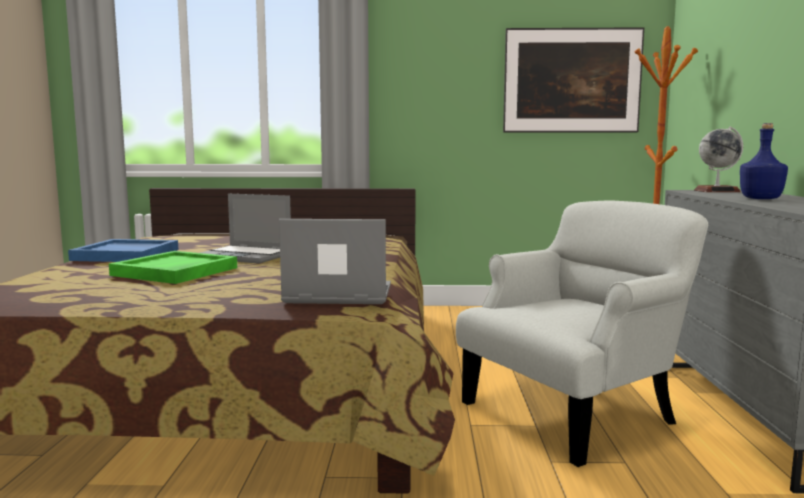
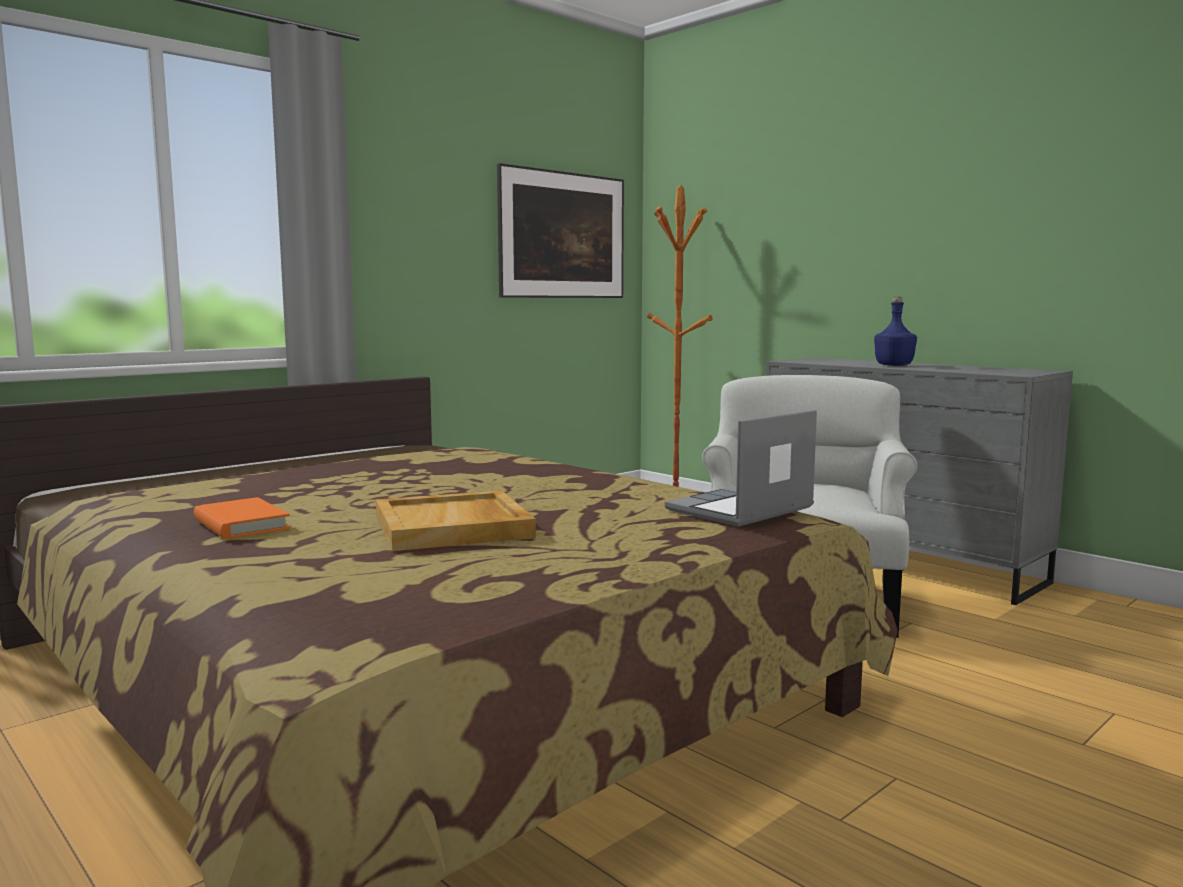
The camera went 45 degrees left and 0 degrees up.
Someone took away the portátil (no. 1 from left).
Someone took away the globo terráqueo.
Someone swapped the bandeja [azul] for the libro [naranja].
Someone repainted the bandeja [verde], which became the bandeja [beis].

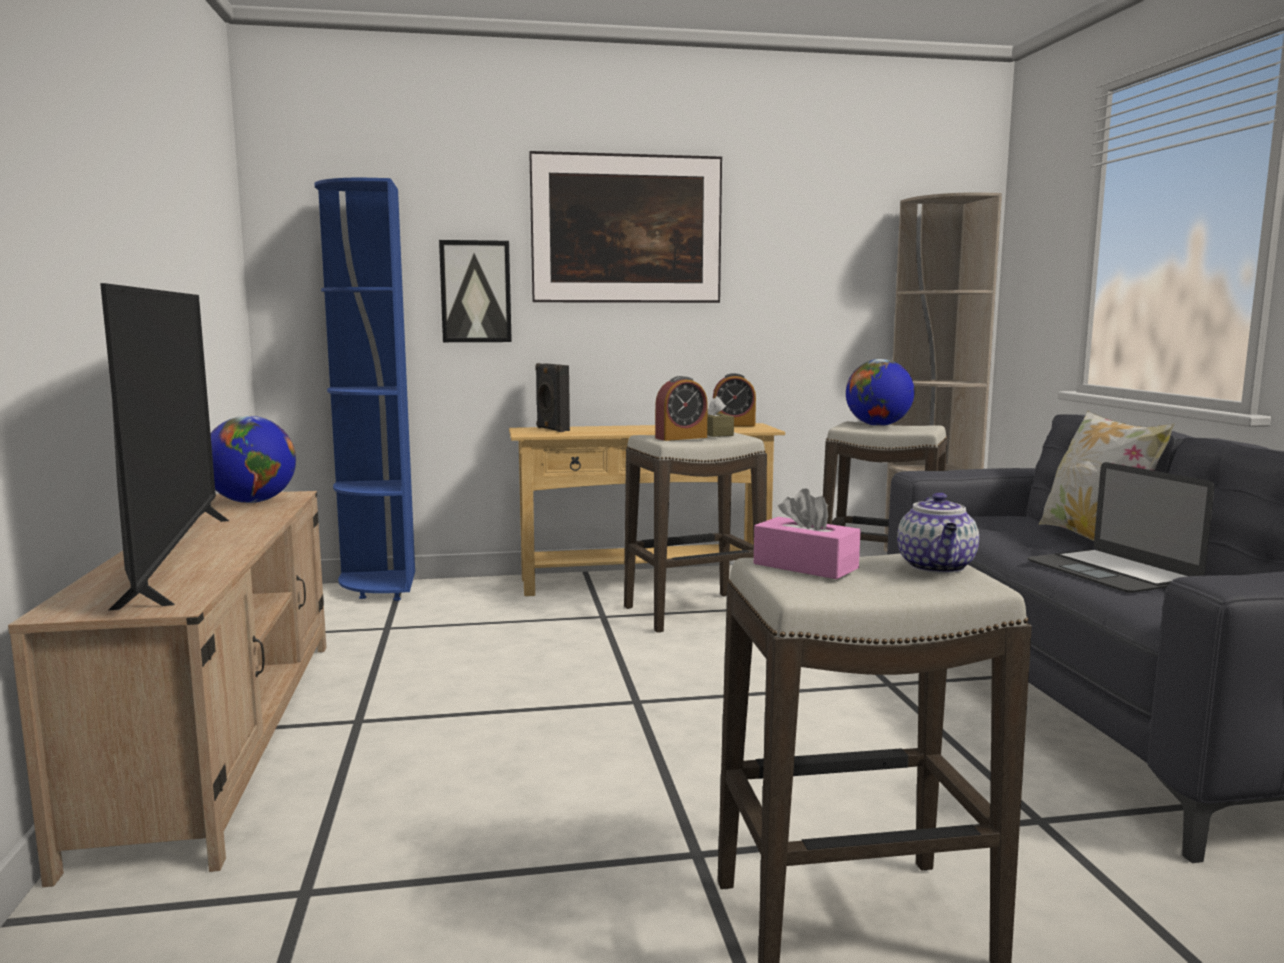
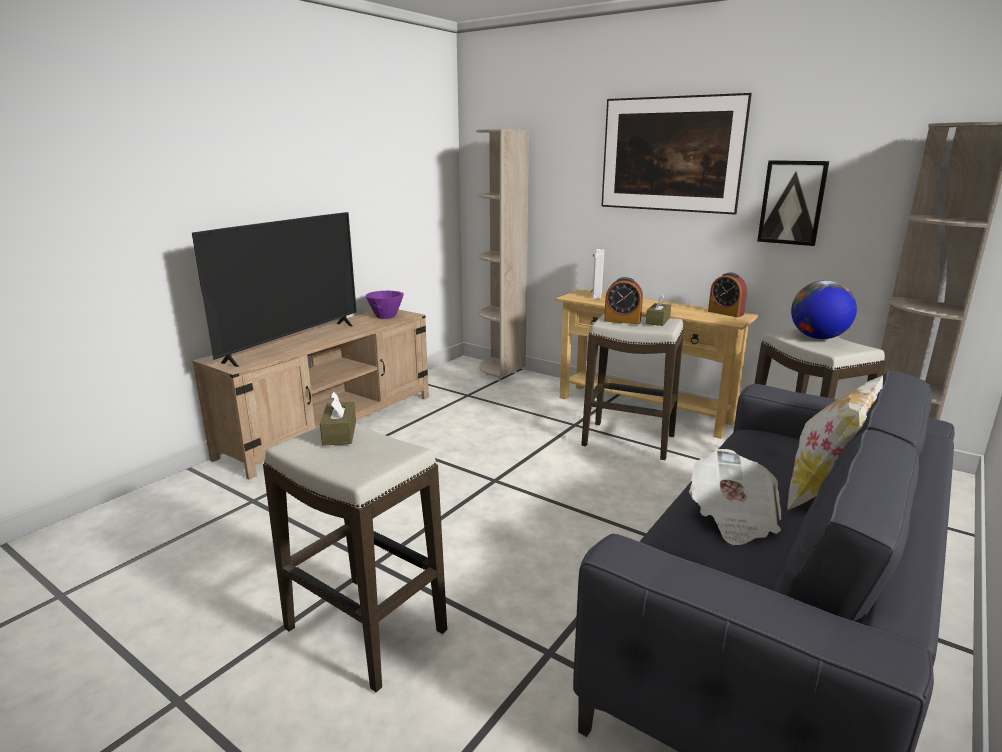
The camera went 45 degrees right and 10 degrees up.
Someone took away the tetera.
Someone carried the cuadro (no. 1 from left in the first image).
Someone swapped the globo terráqueo (no. 1 from left) for the cuenco [morado].
Someone swapped the portátil for the periódico.
Someone repainted the estantería [azul], which became the estantería [beis] (no. 1 from left).
Someone repainted the altavoz [negro], which became the altavoz [blanco].
Someone repainted the caja de pañuelos [rosa], which became the caja de pañuelos [marrón] (no. 1 from left).

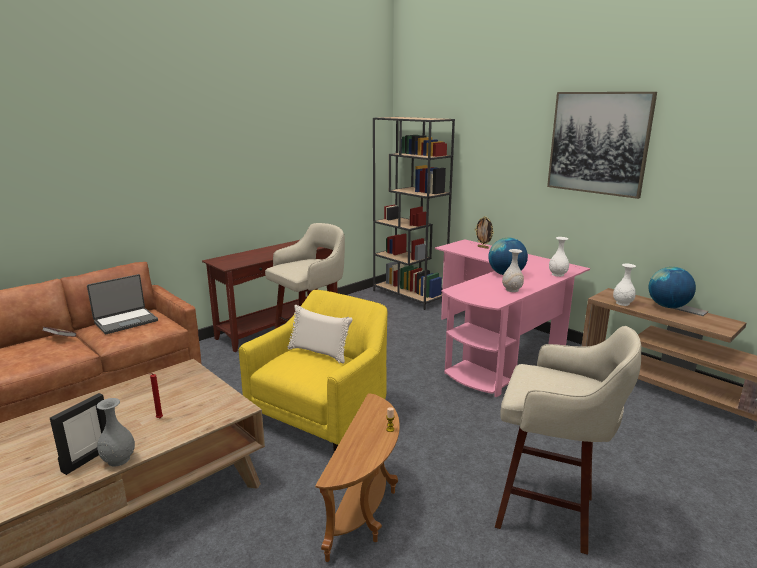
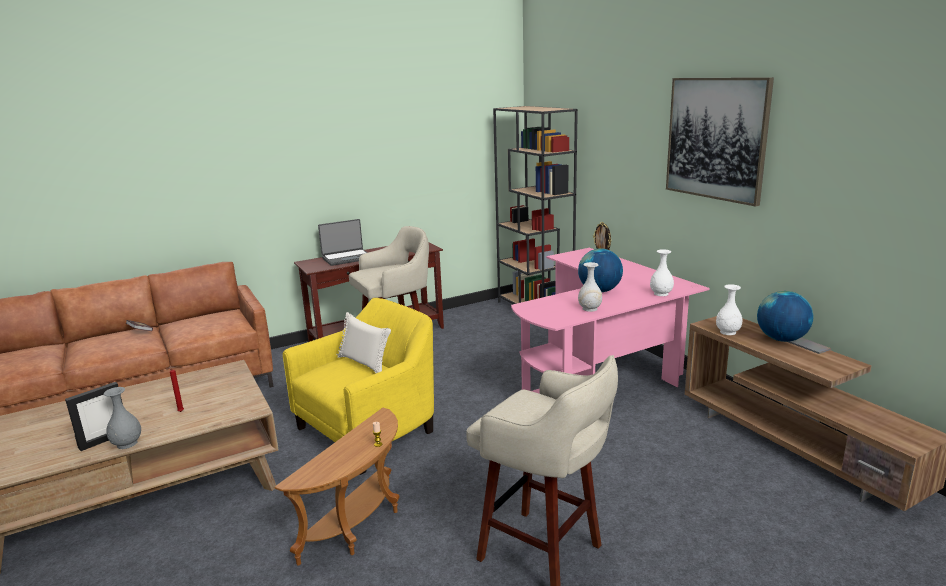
The camera went 15 degrees right and 0 degrees up.
Someone carried the portátil.

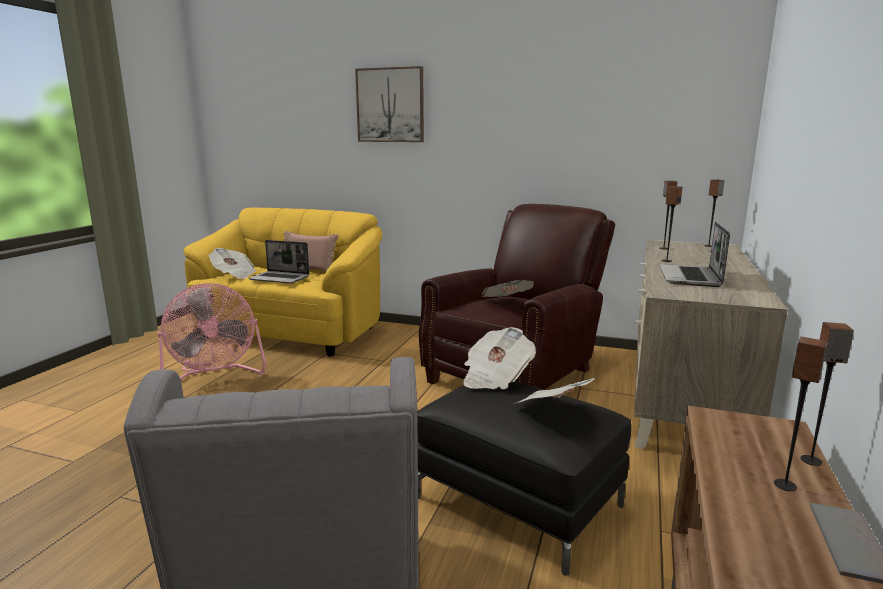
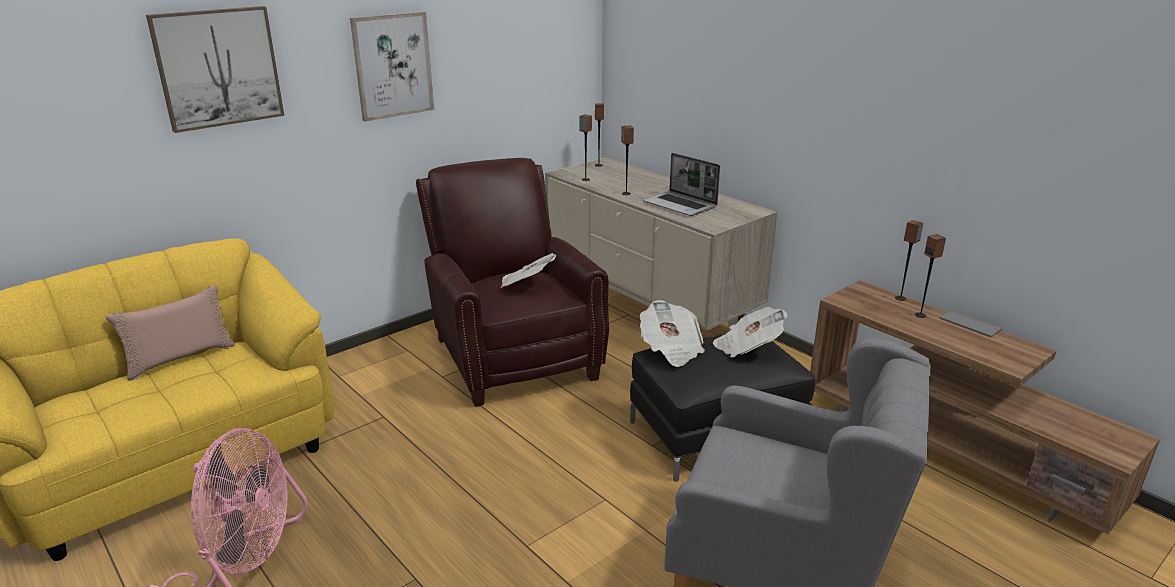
The camera went 60 degrees left and 10 degrees up.
Someone took away the periódico (no. 1 from left).
Someone took away the portátil (no. 1 from left).
Someone put up the cuadro (no. 2 from left).

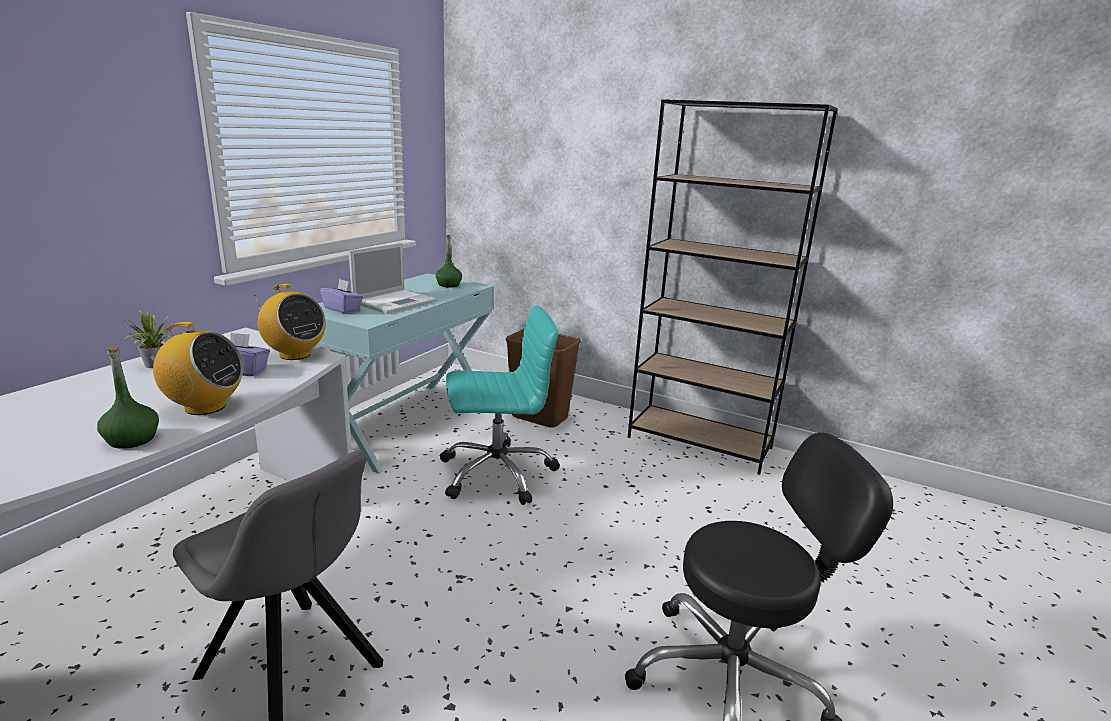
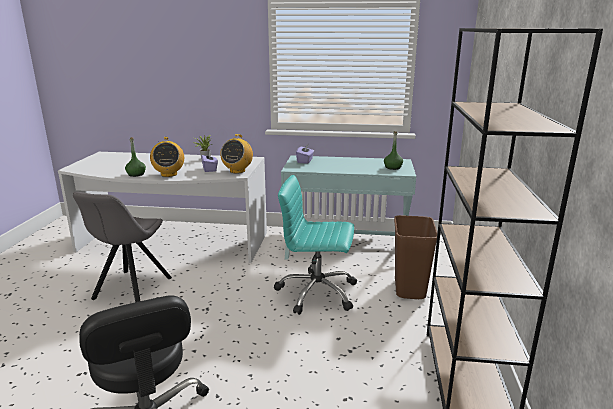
The camera went 70 degrees right and 0 degrees up.
Someone took away the portátil.
Someone rotated the silla de oficina [turquesa] by 135 degrees clockwise.

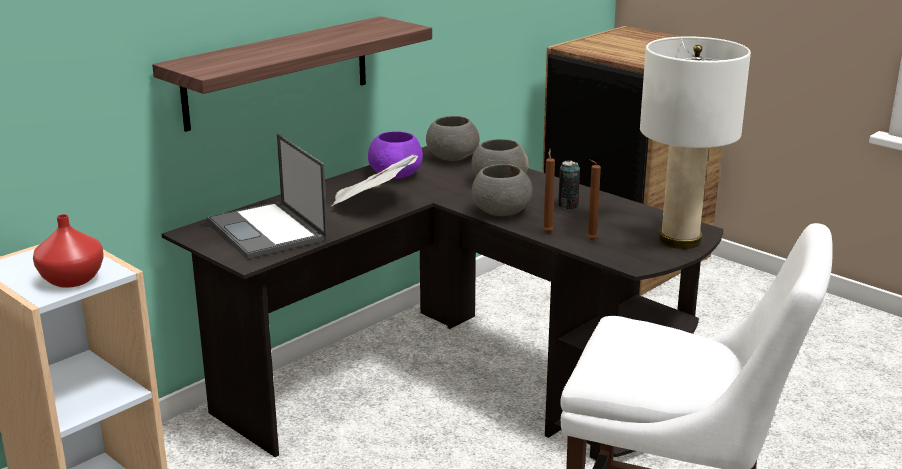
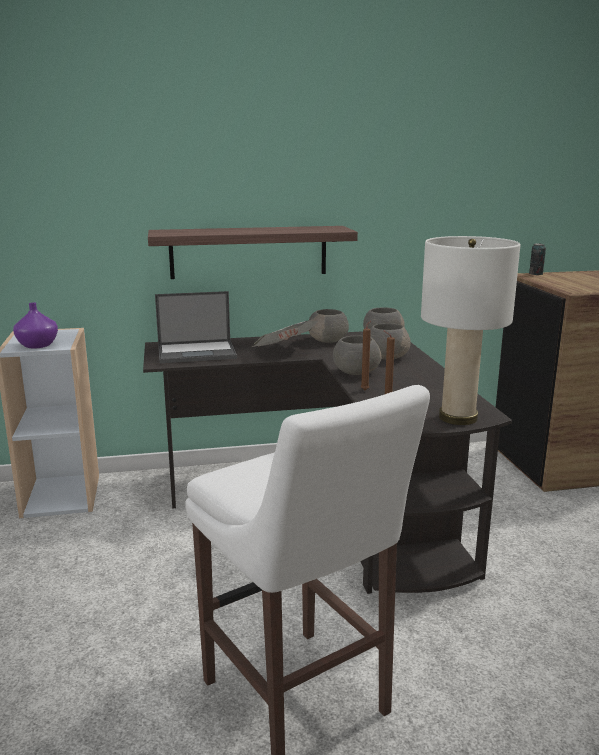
The camera went 35 degrees right and 5 degrees down.
Someone carried the lata.
Someone repainted the florero [rojo], which became the florero [morado].
Someone repainted the cuenco [morado], which became the cuenco [gris] (no. 1 from left).
Someone rotated the portátil by 105 degrees counterclockwise.

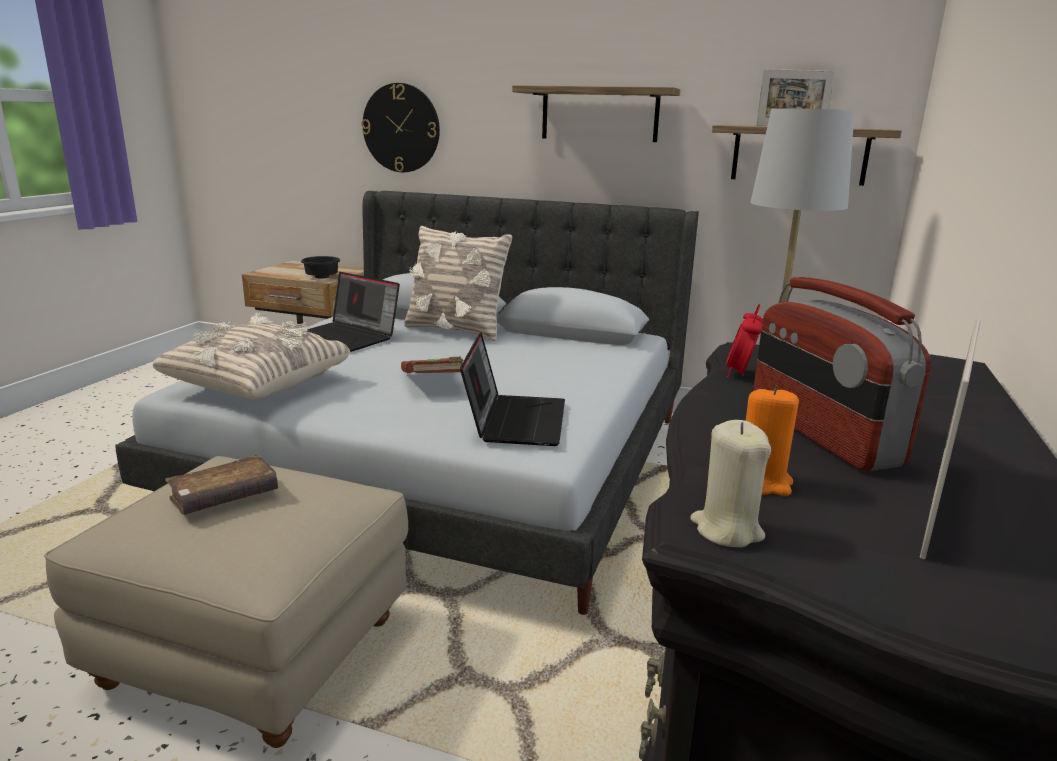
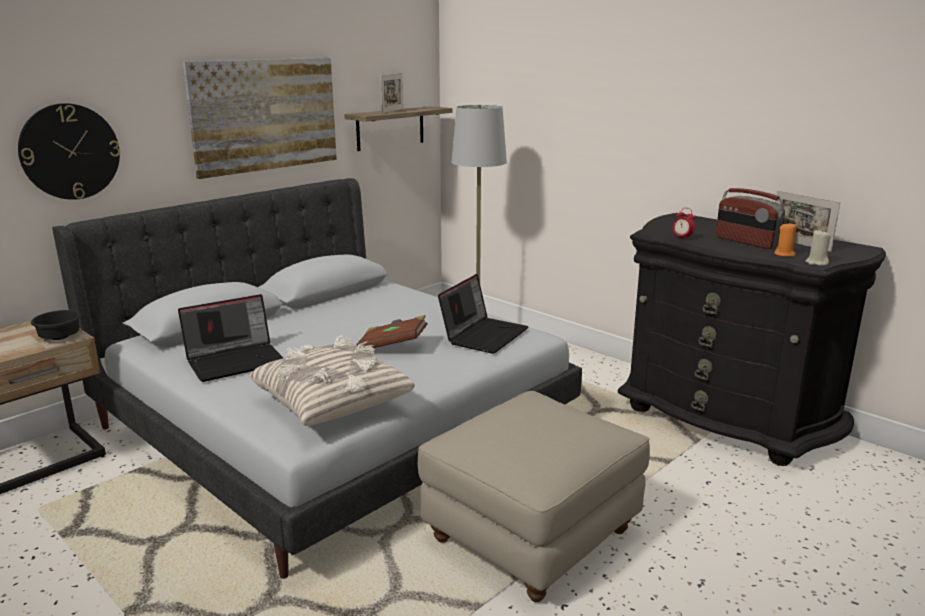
The camera went 65 degrees left and 0 degrees up.
Someone took away the libro [marrón] (no. 1 from left).
Someone took away the cojín [beis] (no. 2 from left).
Someone swapped the estante (no. 1 from left) for the cuadro.
Someone rotated the portátil (no. 2 from left) by 90 degrees clockwise.
Someone rotated the radio by 45 degrees clockwise.

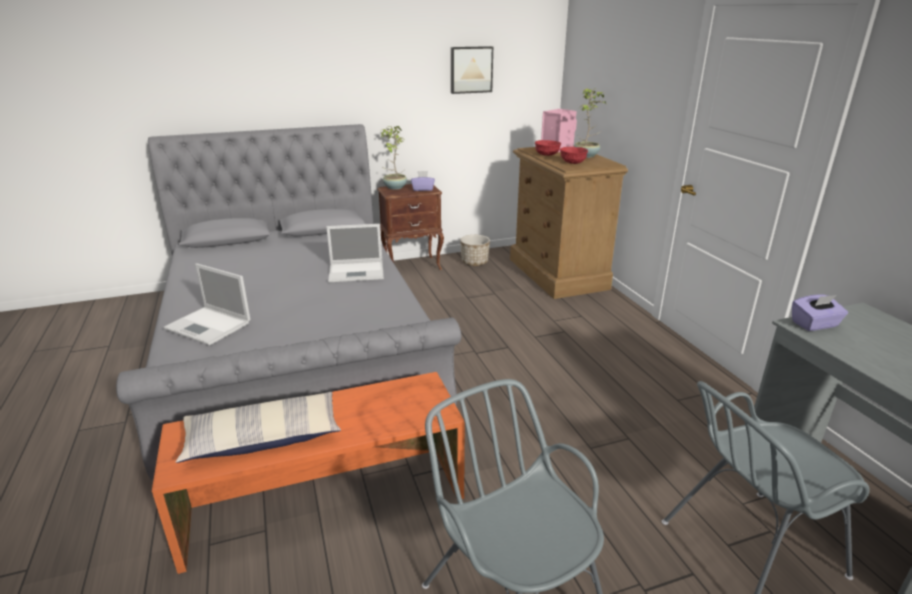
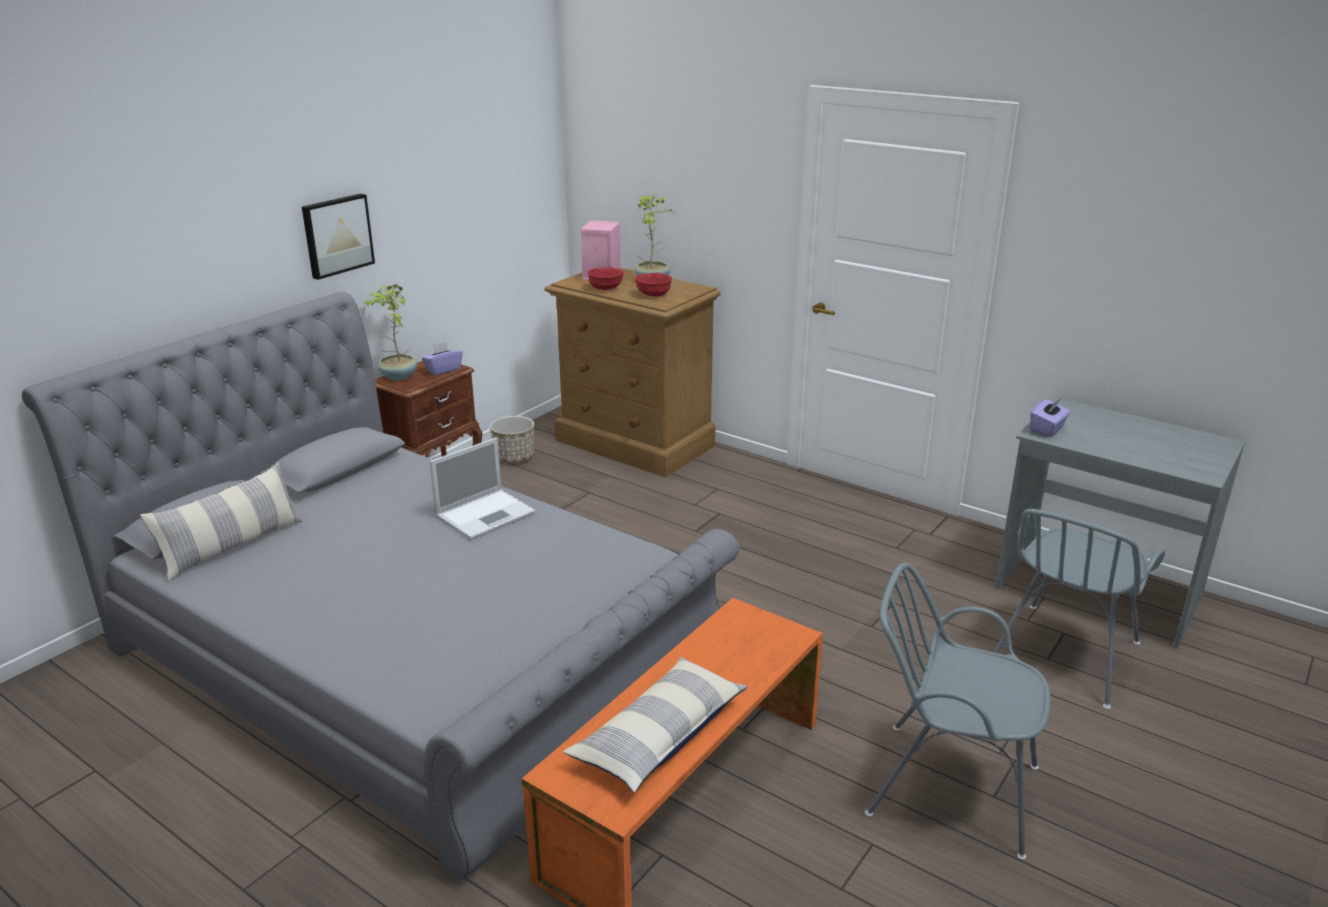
The camera went 35 degrees left and 0 degrees up.
Someone took away the portátil (no. 1 from left).
Someone put down the cojín (no. 1 from left).
Someone carried the cuadro.

